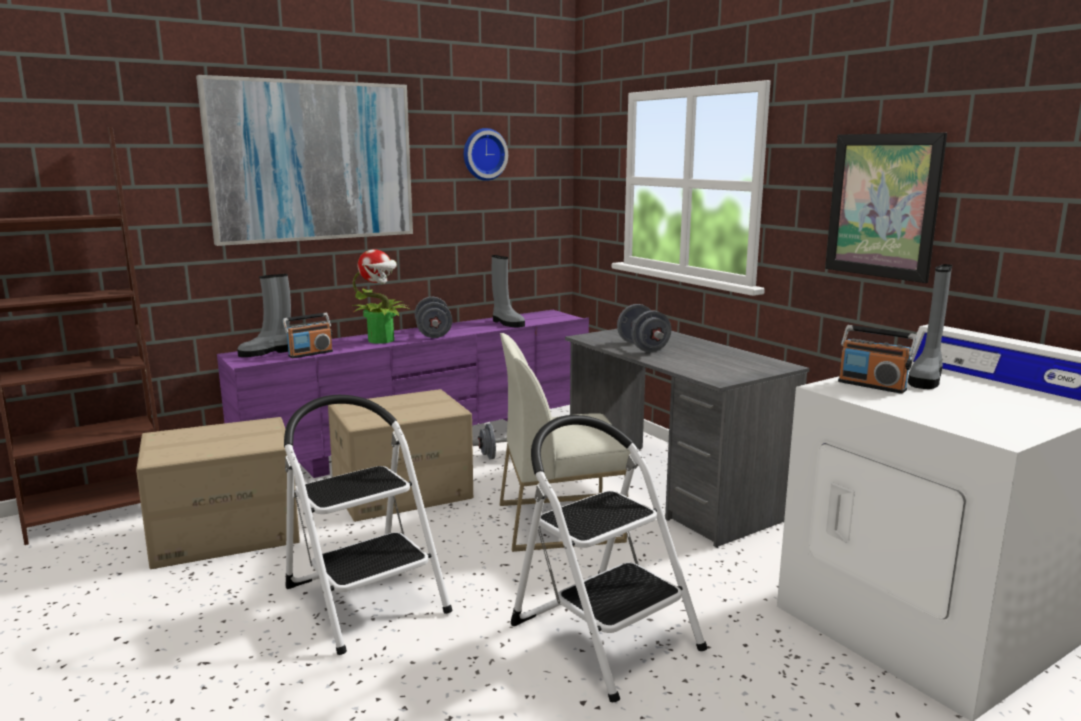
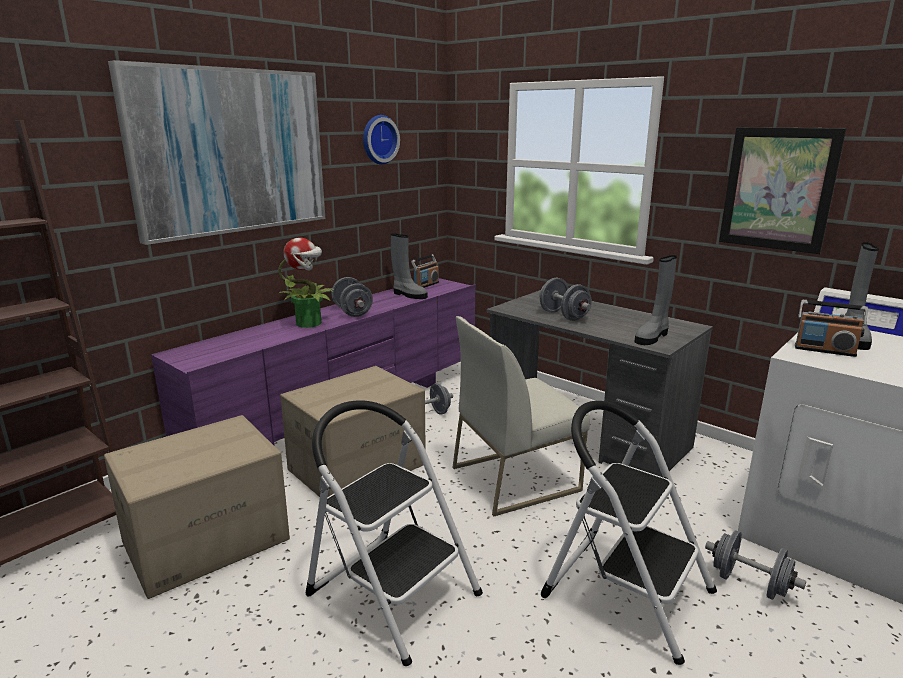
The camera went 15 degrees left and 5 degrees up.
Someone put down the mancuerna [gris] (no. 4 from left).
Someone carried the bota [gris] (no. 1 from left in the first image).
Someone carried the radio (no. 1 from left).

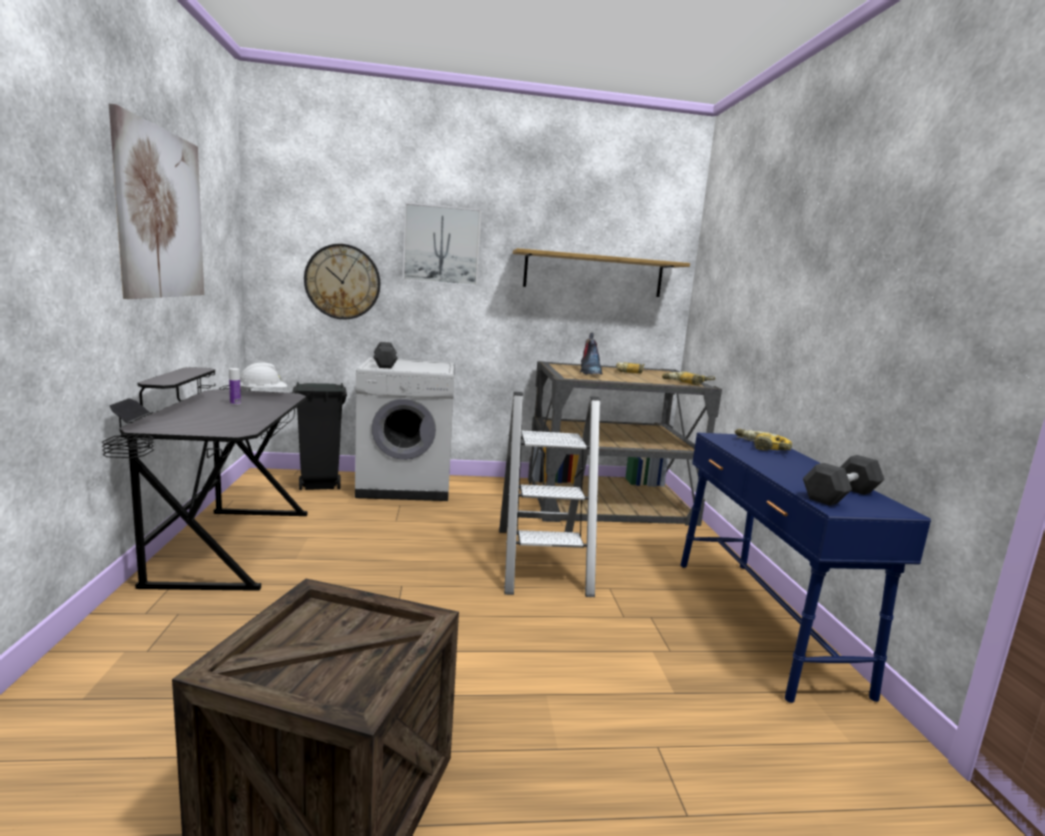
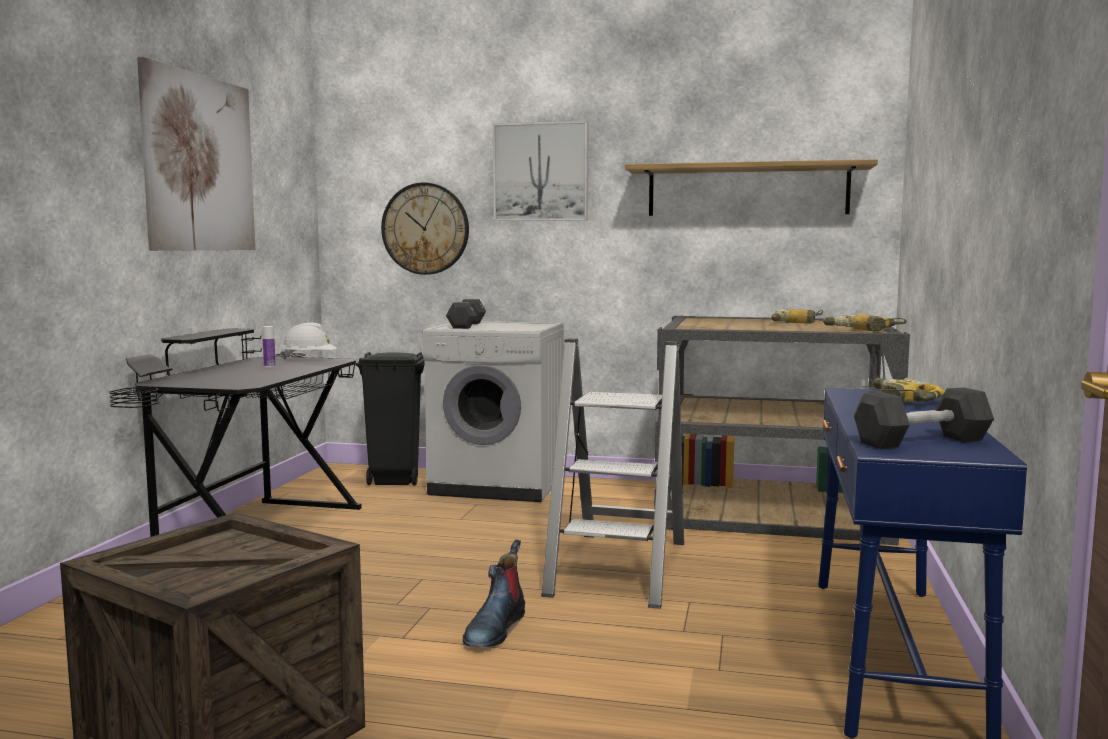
The camera went 20 degrees right and 5 degrees down.
Someone carried the bota.

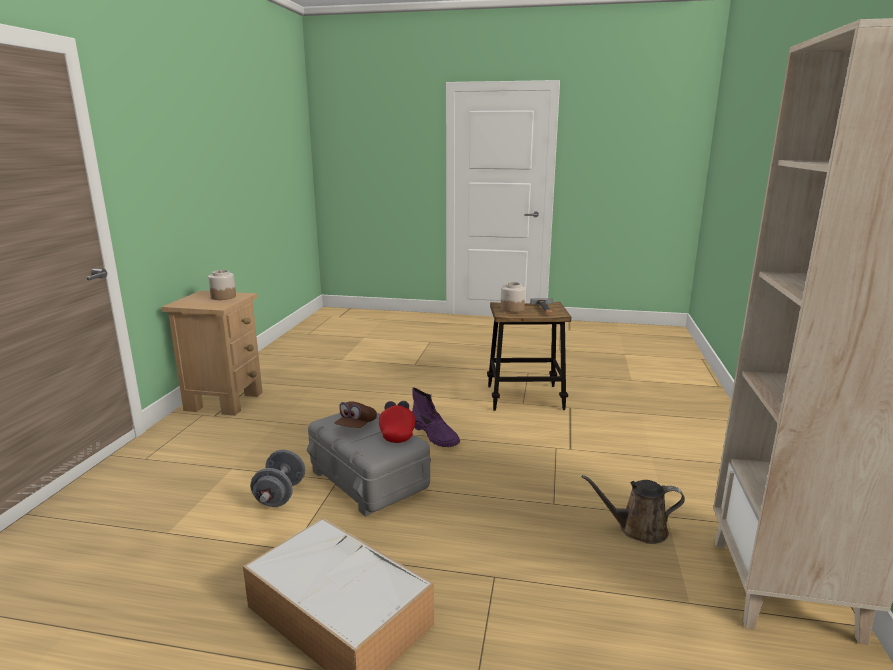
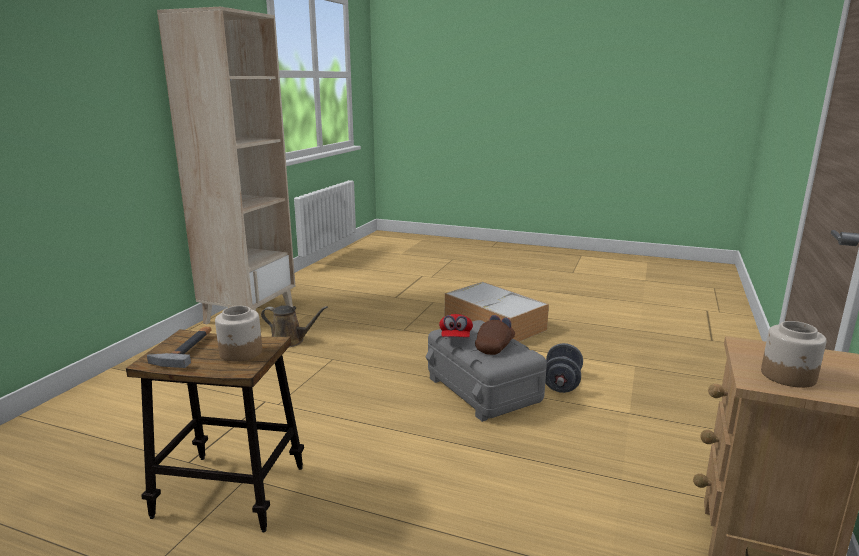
The camera went 170 degrees left and 0 degrees up.
Someone took away the bota [morado].

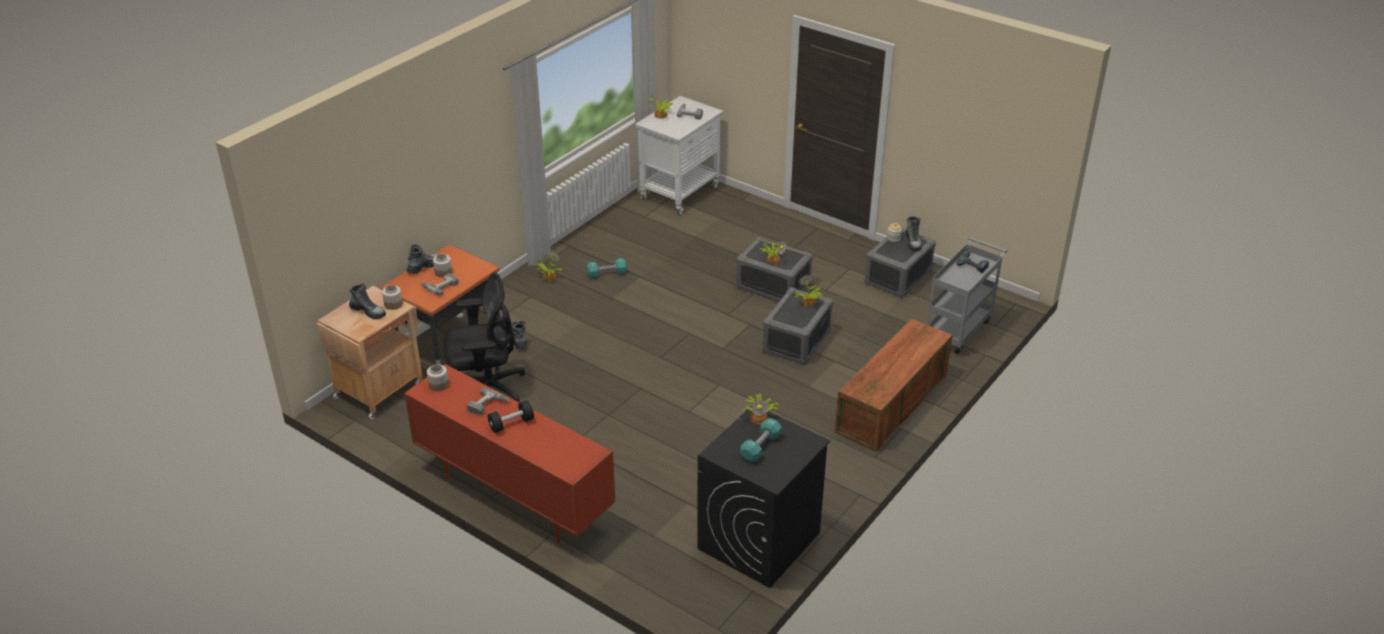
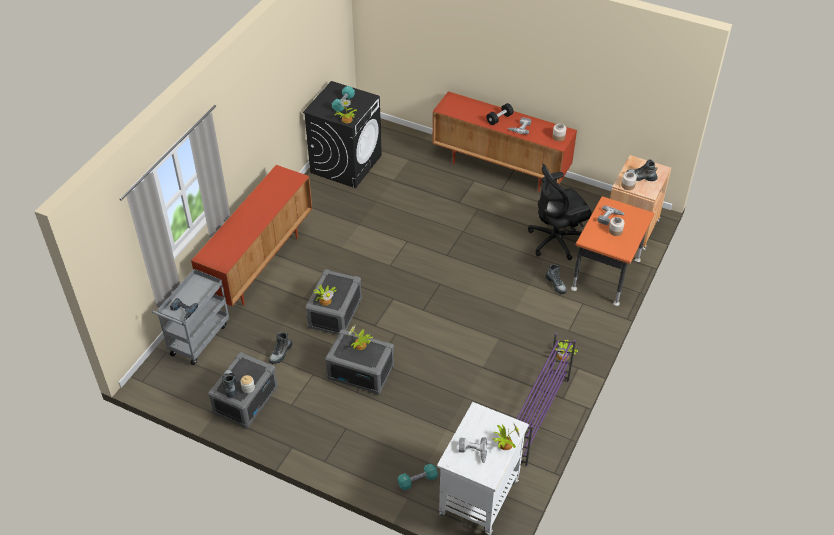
The camera went 170 degrees right and 10 degrees up.
Someone put down the zapatero [morado].
Someone carried the bota (no. 2 from left).
Someone carried the mancuerna [turquesa] (no. 1 from left in the first image).
Someone swapped the banco [marrón] for the armario (no. 1 from left).

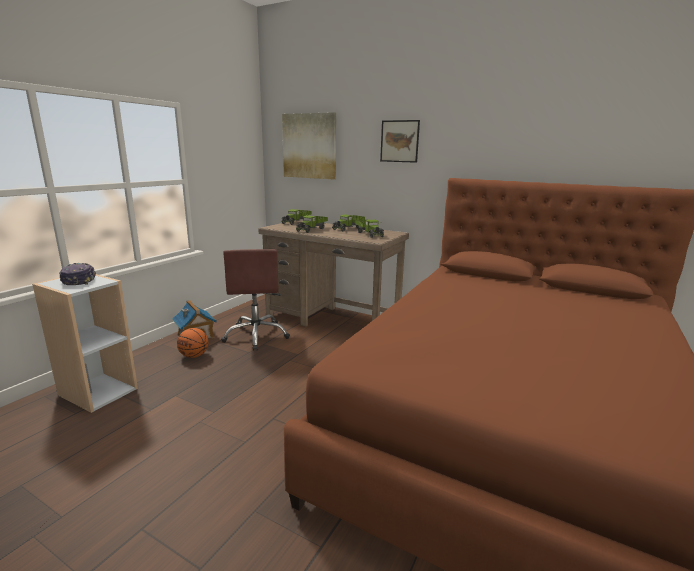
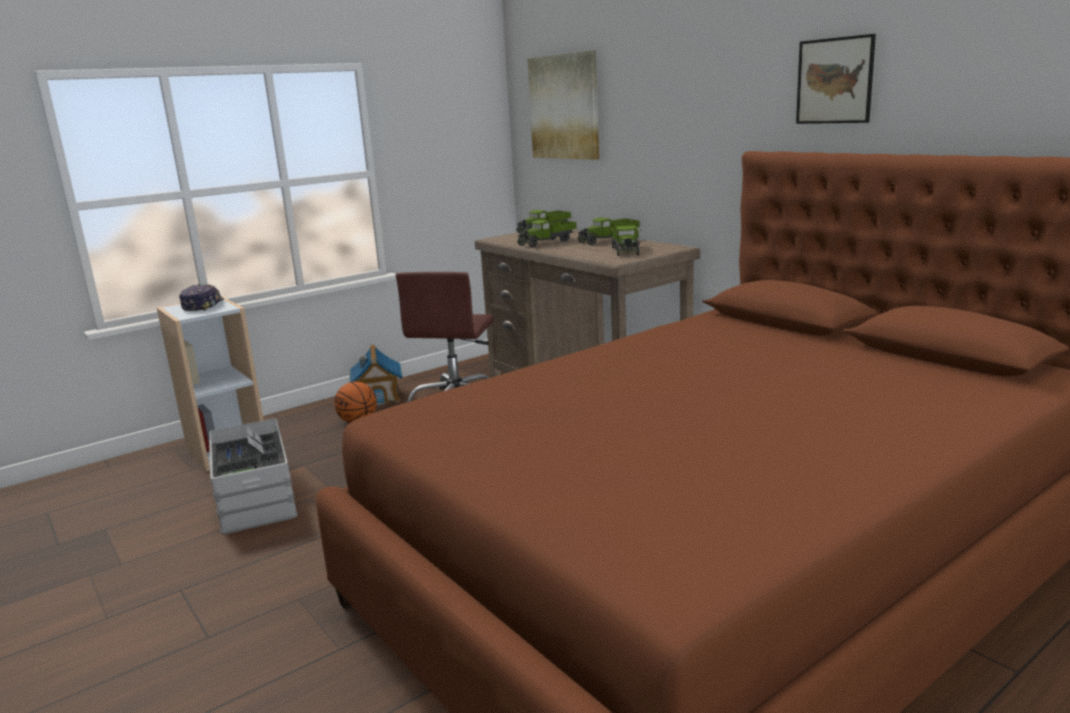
The camera went 25 degrees right and 0 degrees up.
Someone put down the caja de almacenaje [gris].
Someone carried the cuadro (no. 2 from left).

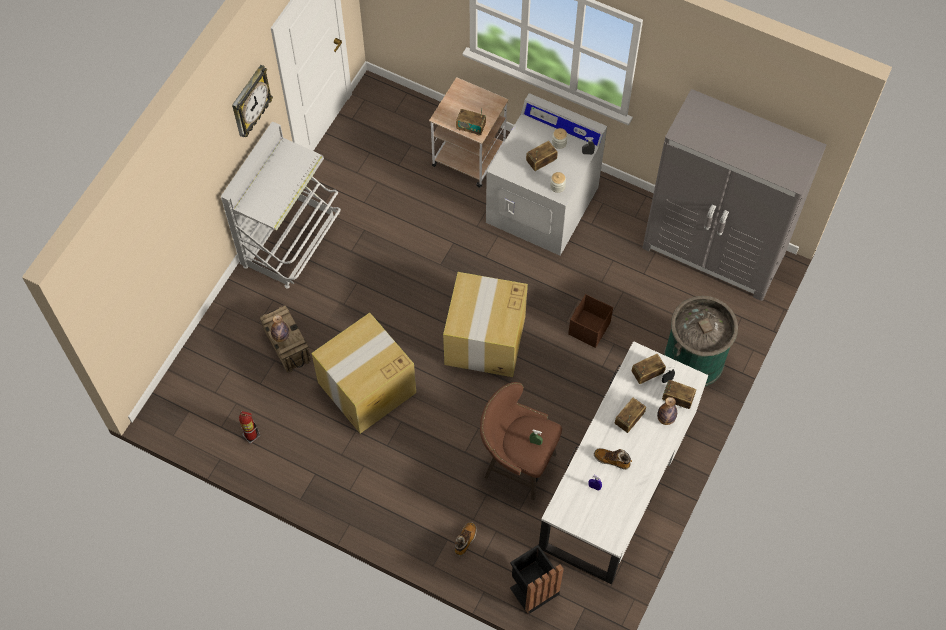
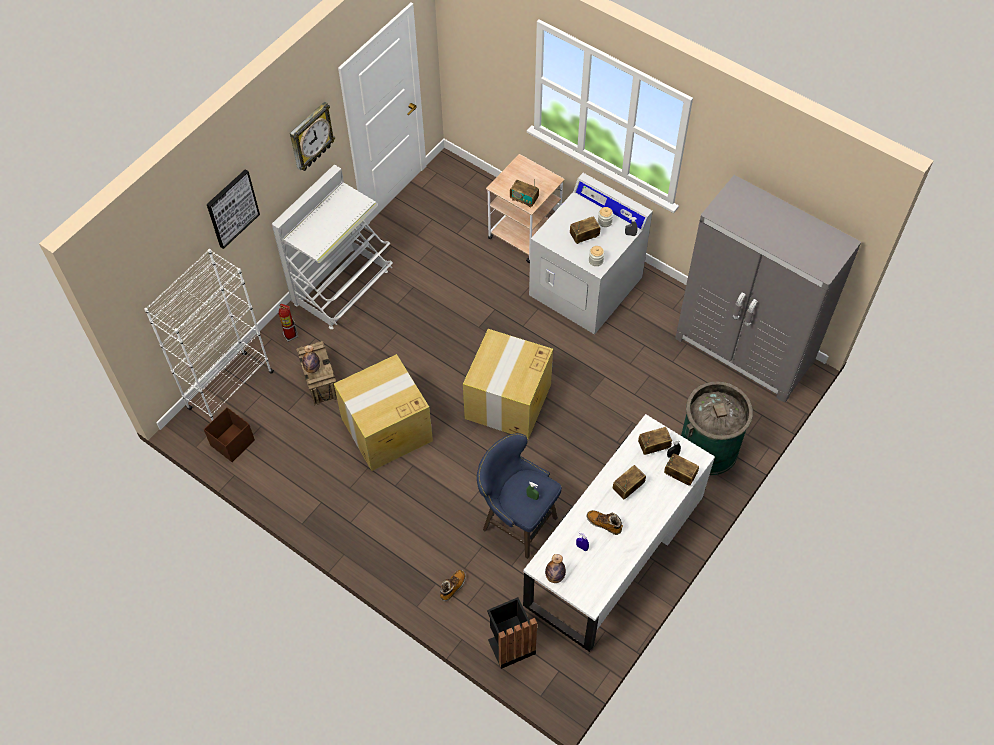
The camera went 10 degrees right and 5 degrees down.
Someone put down the estantería [blanco].
Someone put up the cuadro.
Someone carried the extintor.
Someone carried the caja de almacenaje [marrón].
Someone carried the botella (no. 2 from left).
Someone repainted the taburete [marrón], which became the taburete [azul].

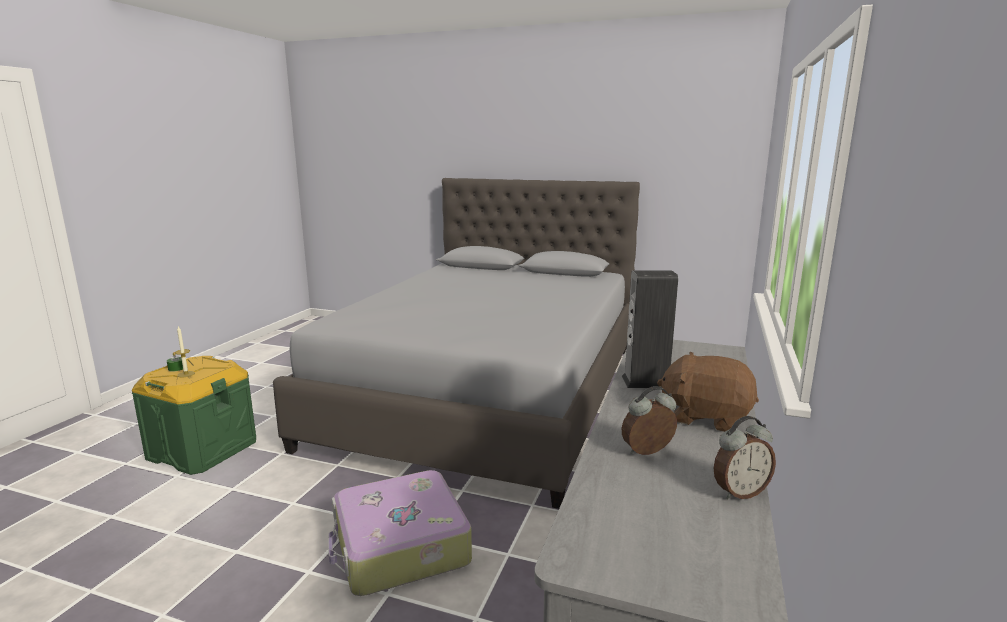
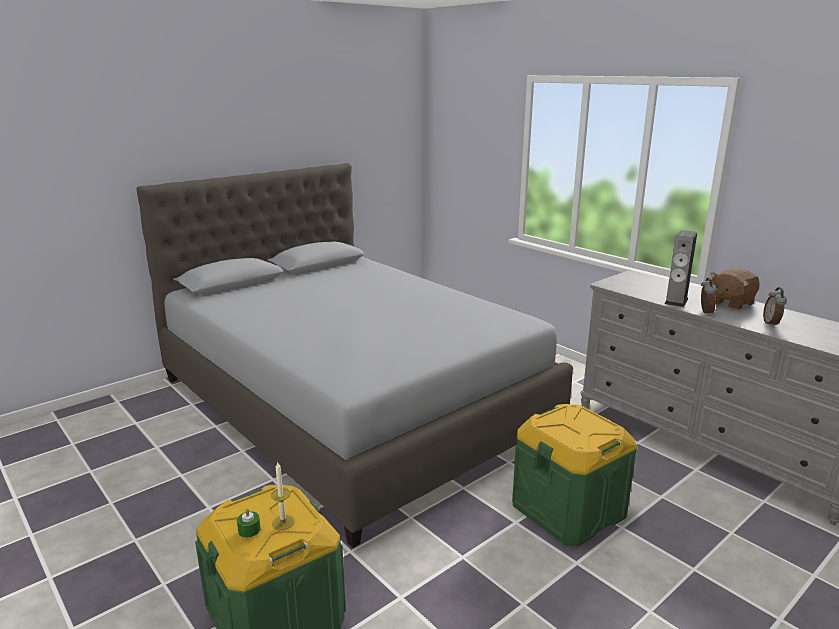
The camera went 60 degrees left and 5 degrees up.
Someone carried the despertador (no. 2 from left in the first image).
Someone swapped the maleta for the caja de almacenaje [verde] (no. 2 from left).

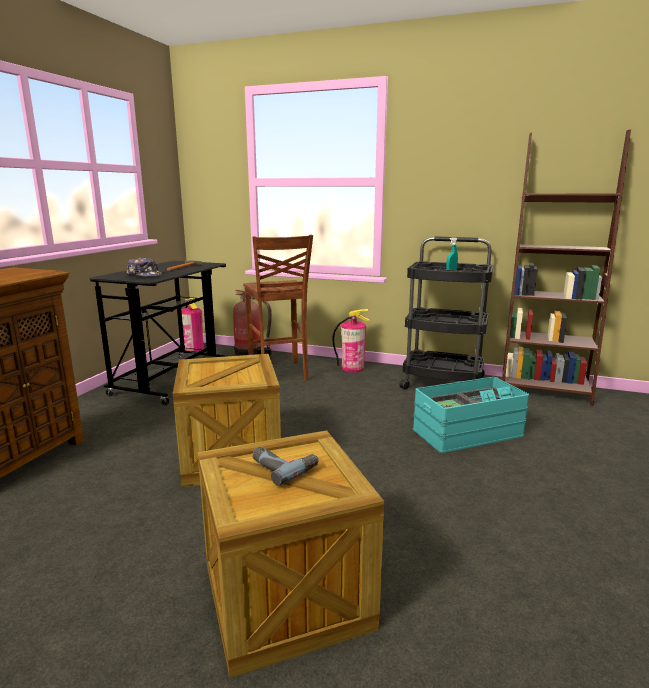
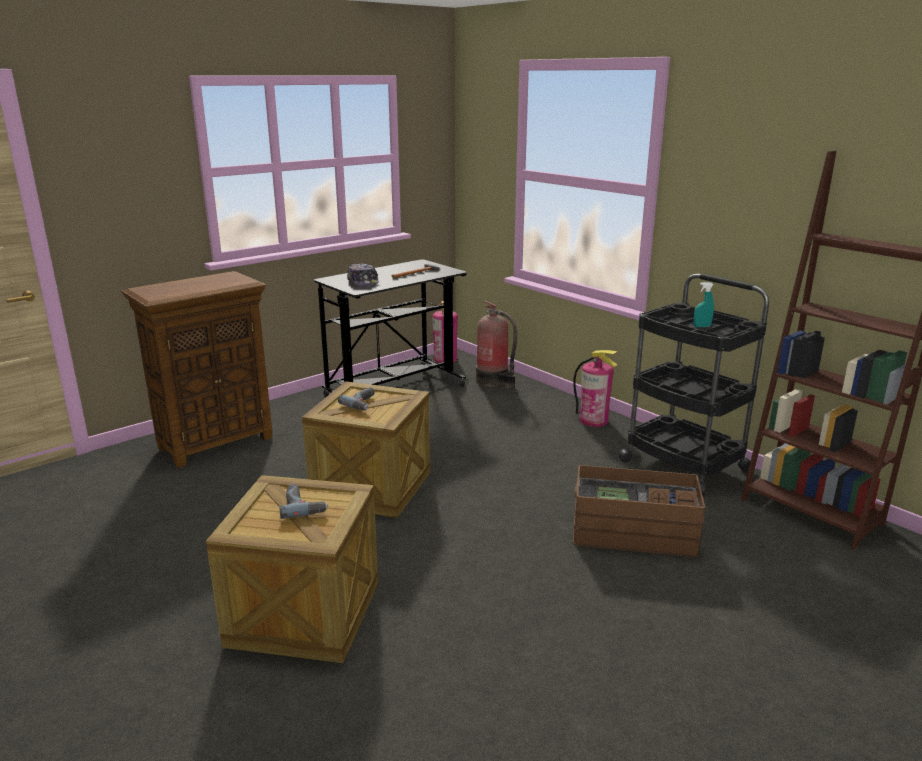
The camera went 30 degrees right and 5 degrees up.
Someone took away the taburete [marrón].
Someone put down the taladro (no. 2 from left).
Someone repainted the caja de almacenaje [turquesa], which became the caja de almacenaje [marrón].

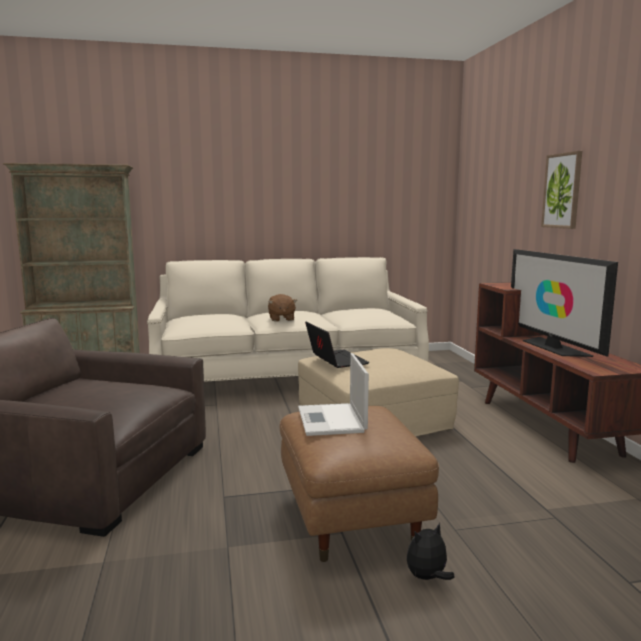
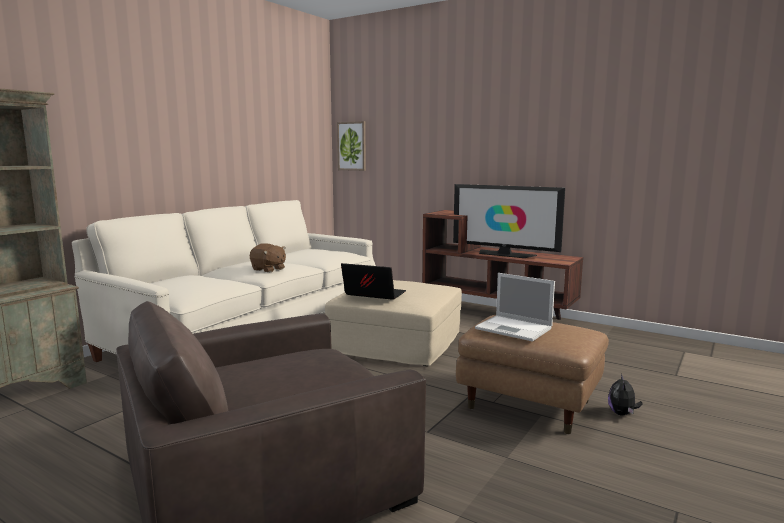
The camera went 45 degrees left and 0 degrees up.
Someone carried the cuadro.

